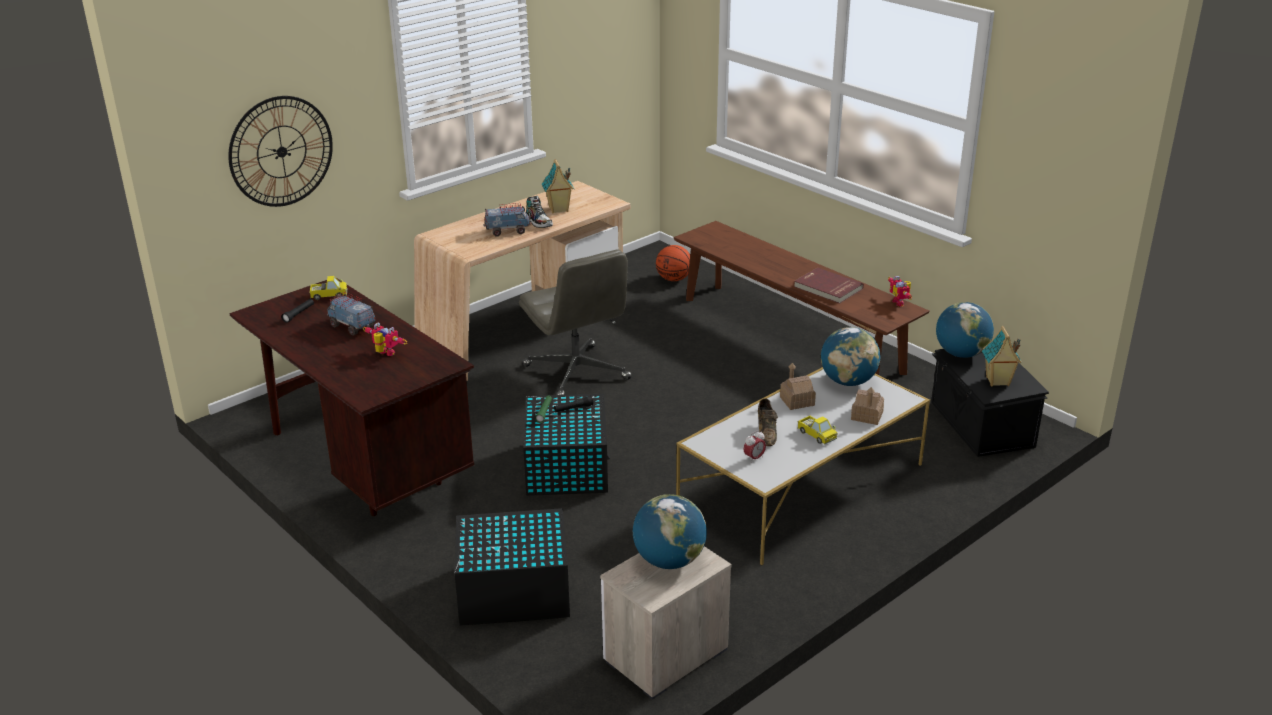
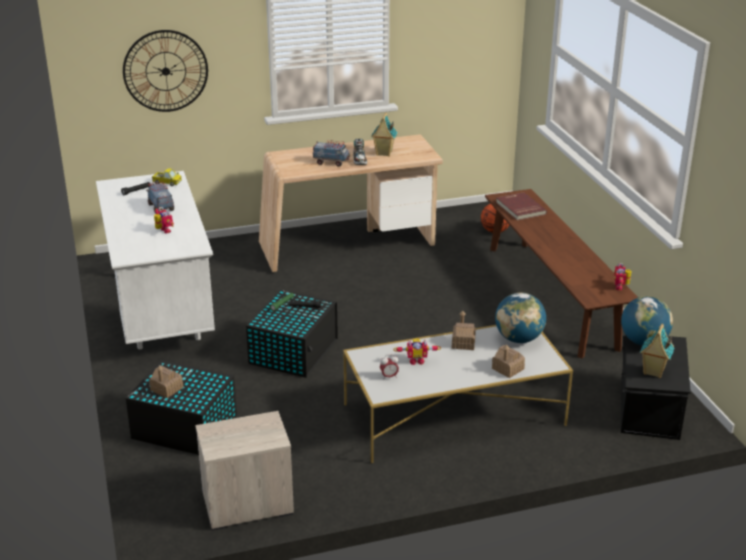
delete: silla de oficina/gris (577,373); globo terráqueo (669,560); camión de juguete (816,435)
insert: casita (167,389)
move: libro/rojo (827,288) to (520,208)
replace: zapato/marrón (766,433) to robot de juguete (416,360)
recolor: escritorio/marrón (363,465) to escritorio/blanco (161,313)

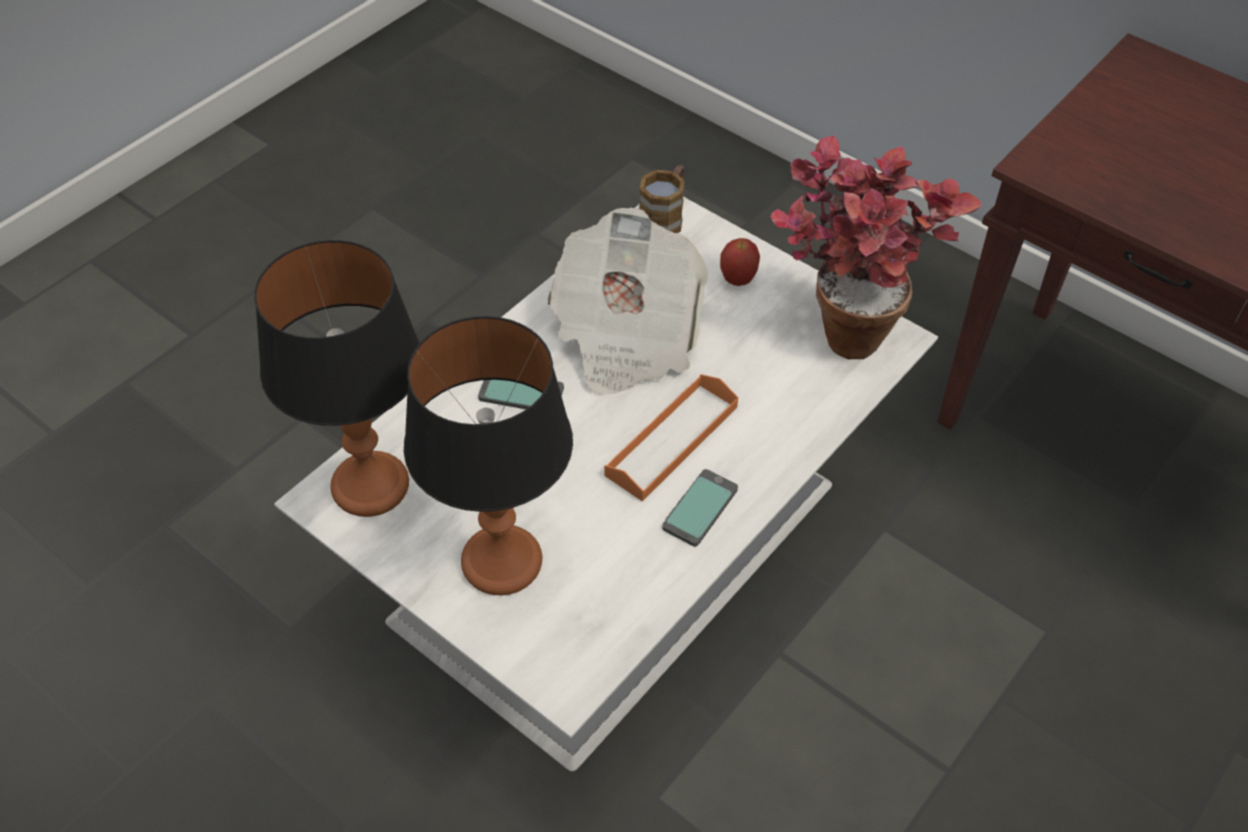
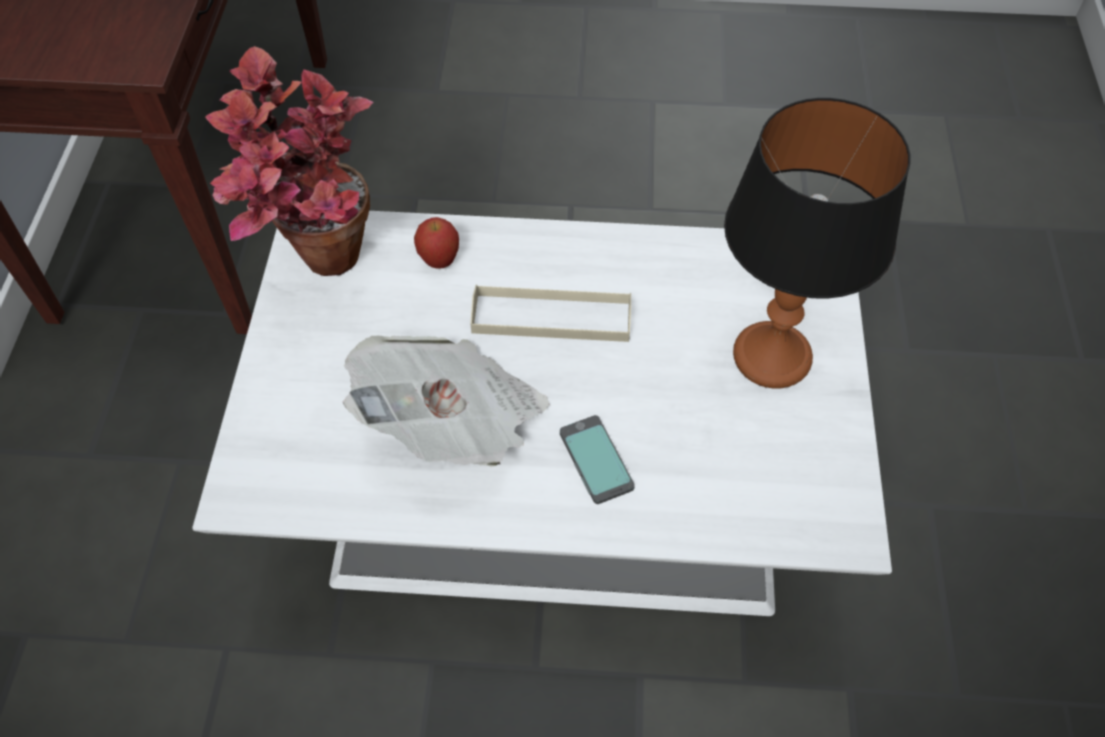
delete: lámpara de mesa (370,487); taza grande (665,217); móvil (699,508)
move: manzana (737,280) to (439,261)
recolor: bandeja/naranja (672,440) to bandeja/beis (551,317)

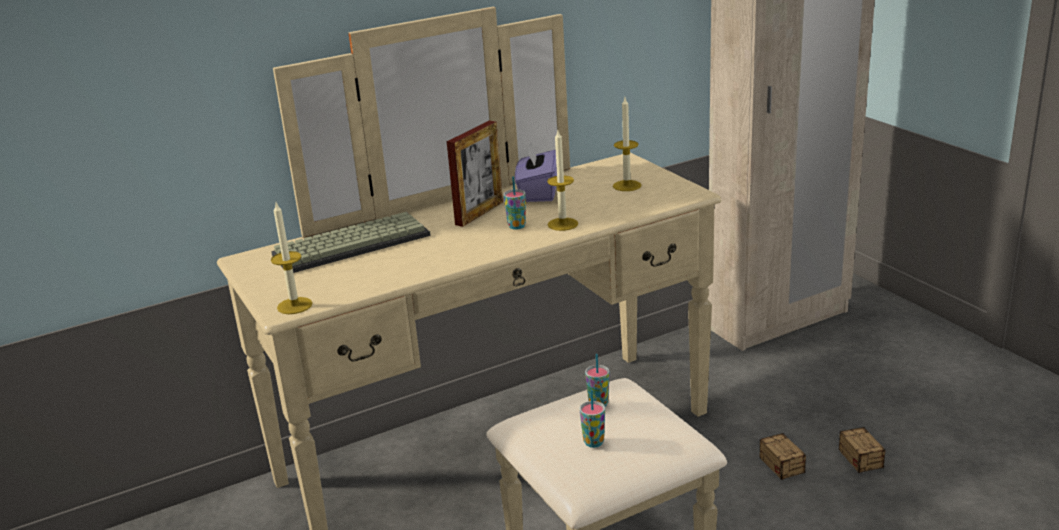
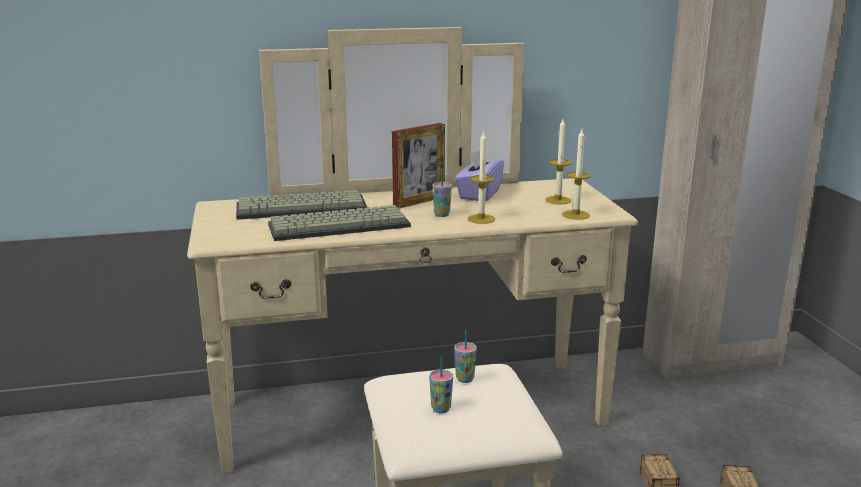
insert: teclado (340,225)
move: vela (294,306) to (576,215)

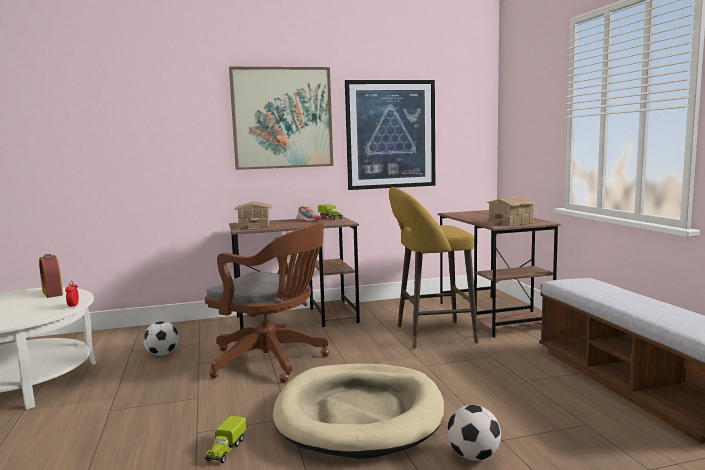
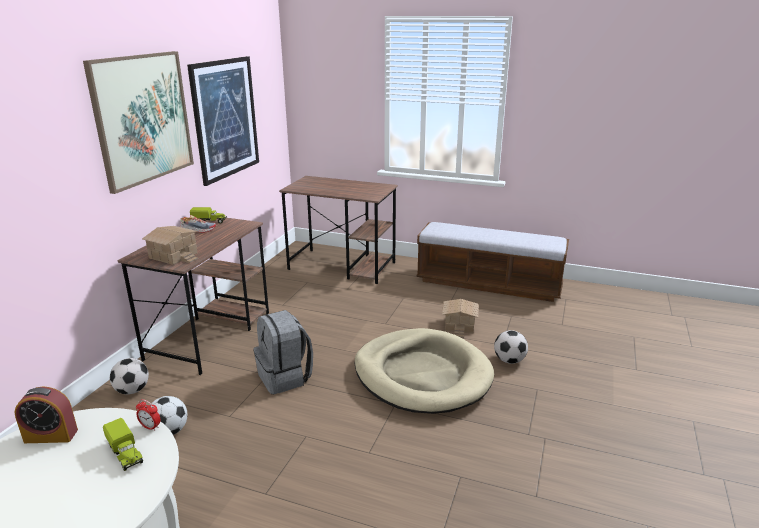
delete: taburete/amarillo (430,334)
insert: balón de fútbol (132,390)
move: camión de juguete (226,450) to (125,454); casita (511,223) to (460,325)
replace: silla de oficina/marrón (273,361) to mochila/gris (285,377)

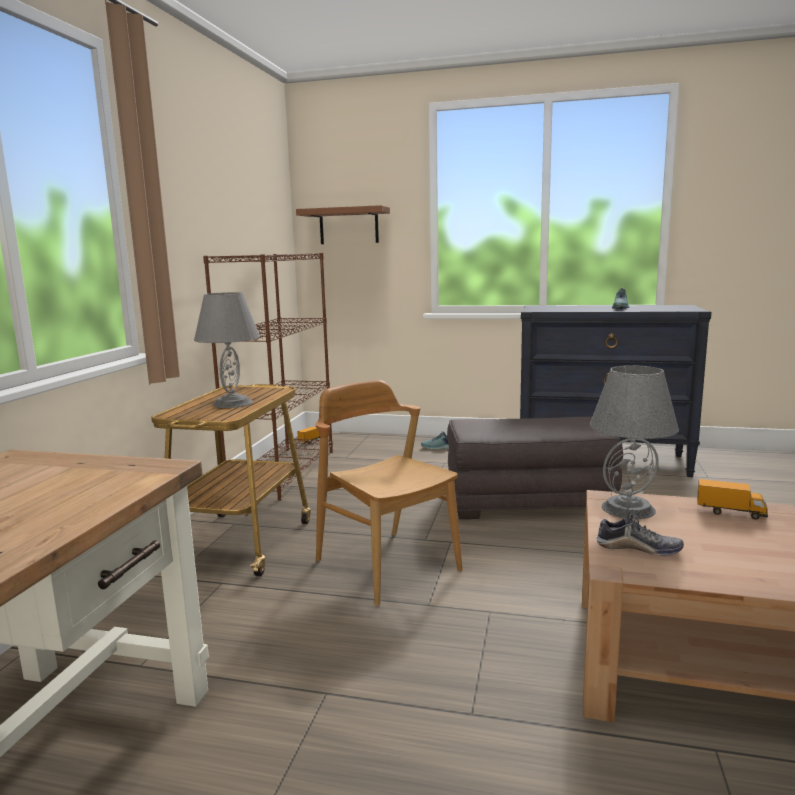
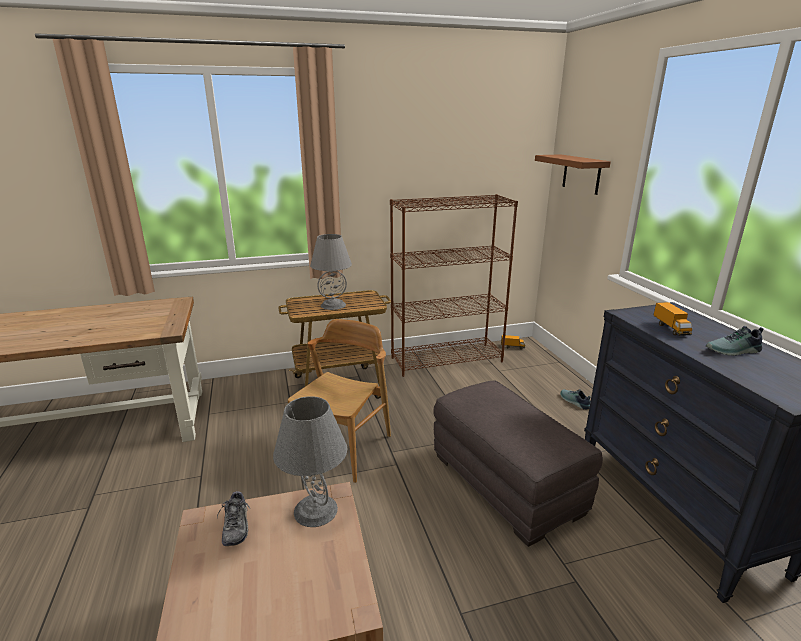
move: camión de juguete (730,513) to (670,328)

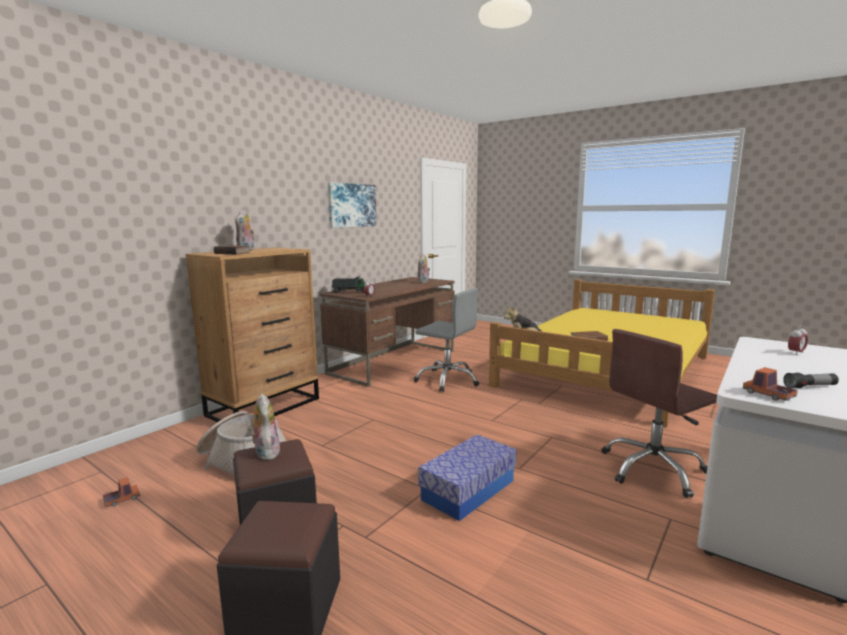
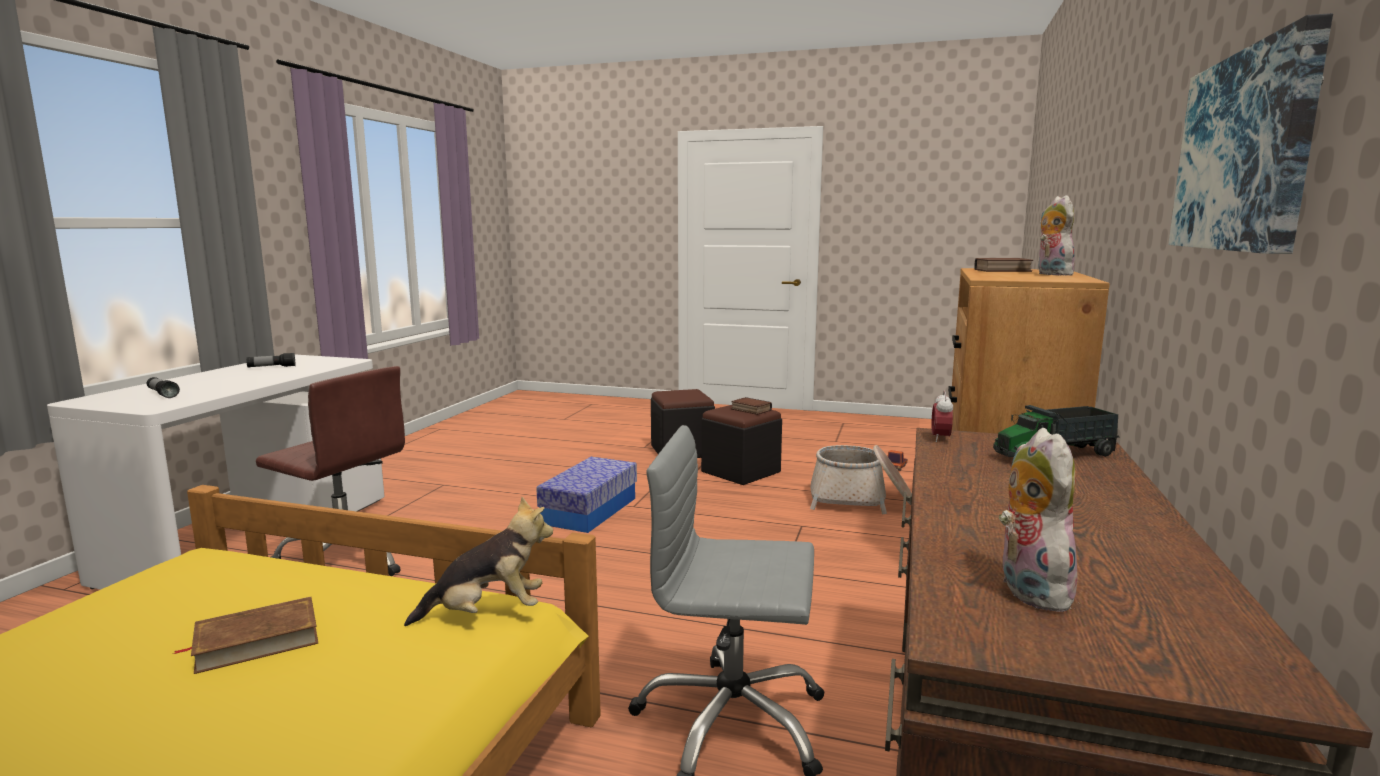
delete: camión de juguete (768,395)
replace: peluche (265,452) to libro (750,410); despertador (795,353) to linterna (162,394)
rotate: silla de oficina/marrón (653,469) = (346,560) 75 degrees clockwise

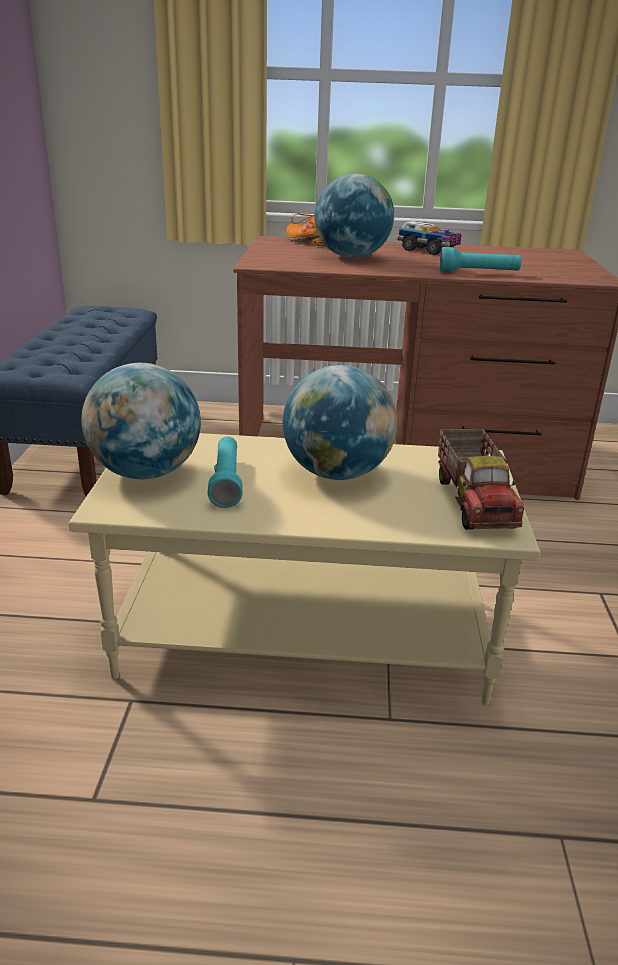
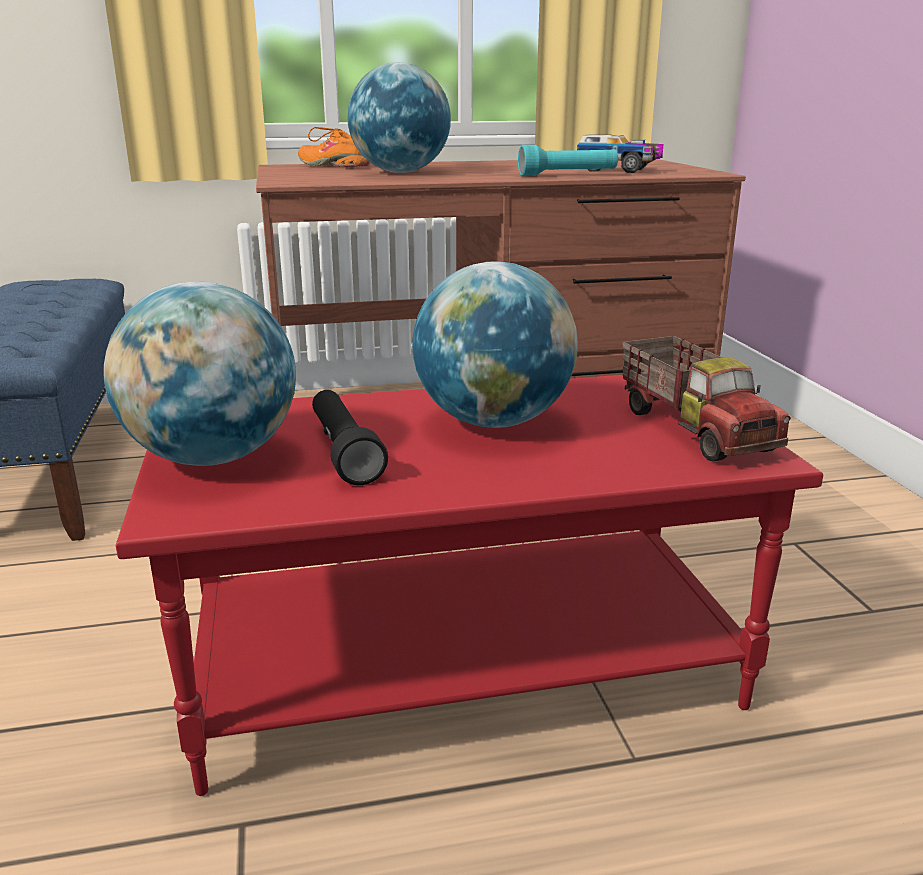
move: camión de juguete (428,250) to (617,170)
recolor: mesa de centro/beis (306,632) to mesa de centro/rojo (464,663); linterna/turquesa (226,481) to linterna/negro (344,452)

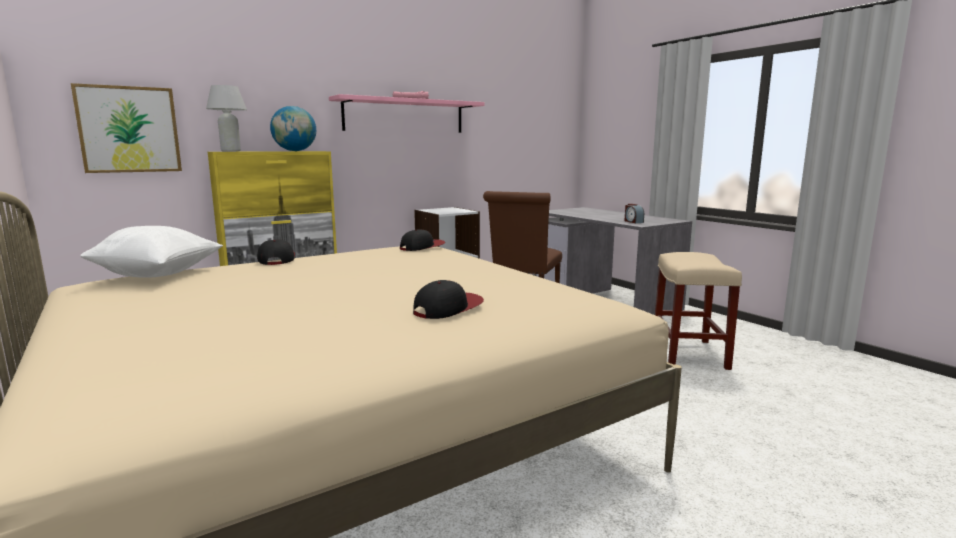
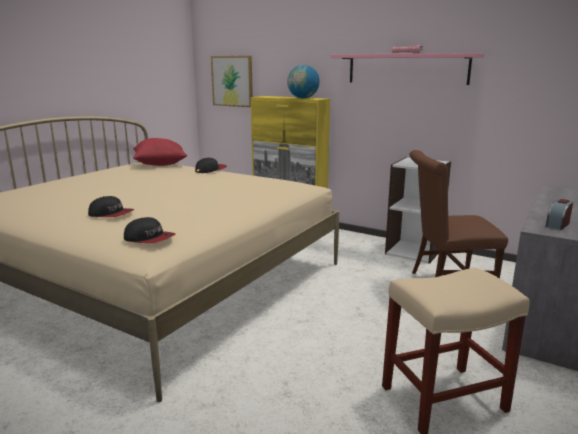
delete: lámpara de mesa/blanco (231,151)
move: gorra (422,247) to (149,238)
recolor: cojín/blanco (159,275) to cojín/rojo (159,165)

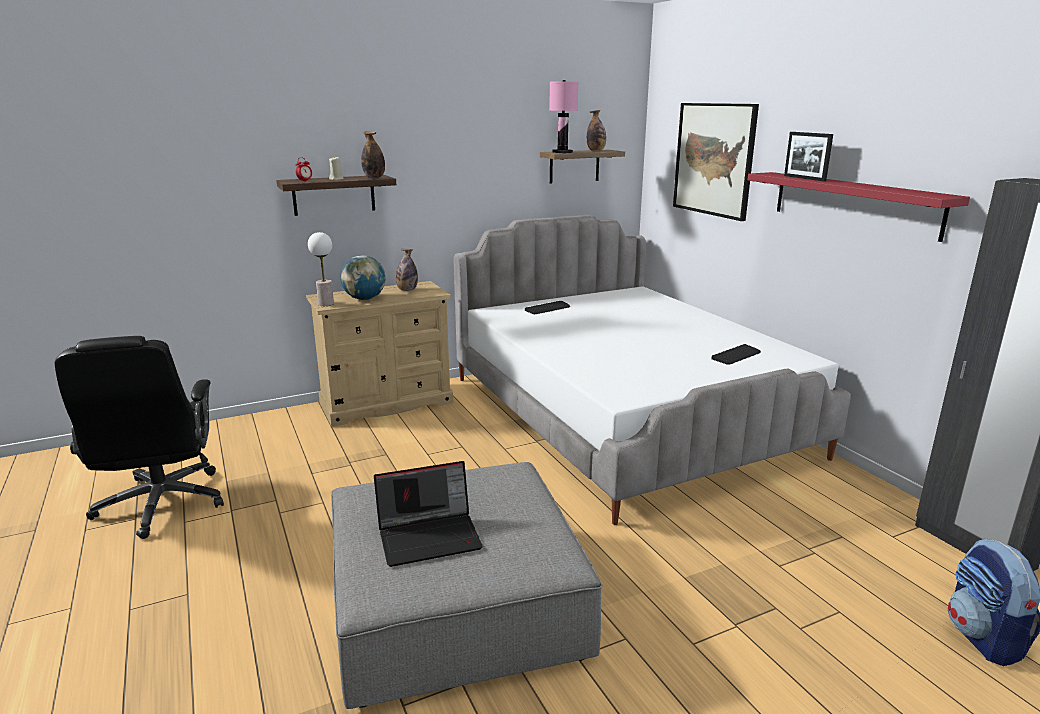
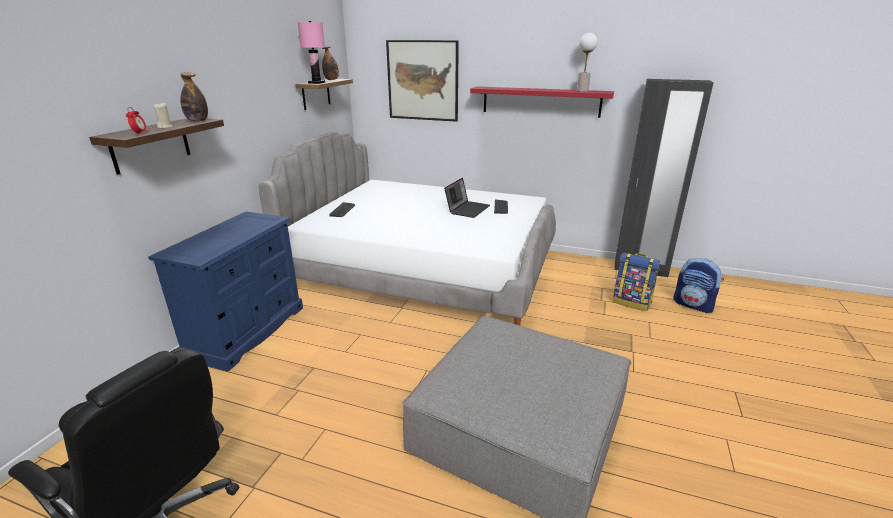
delete: globo terráqueo (364,299); botella (407,290); portarretratos (804,178)
insert: mochila (632,302)
move: lámpara de mesa (326,304) to (582,91); portátil (430,536) to (467,209)
recolor: cómoda/beis (386,403) to cómoda/azul (247,331)

